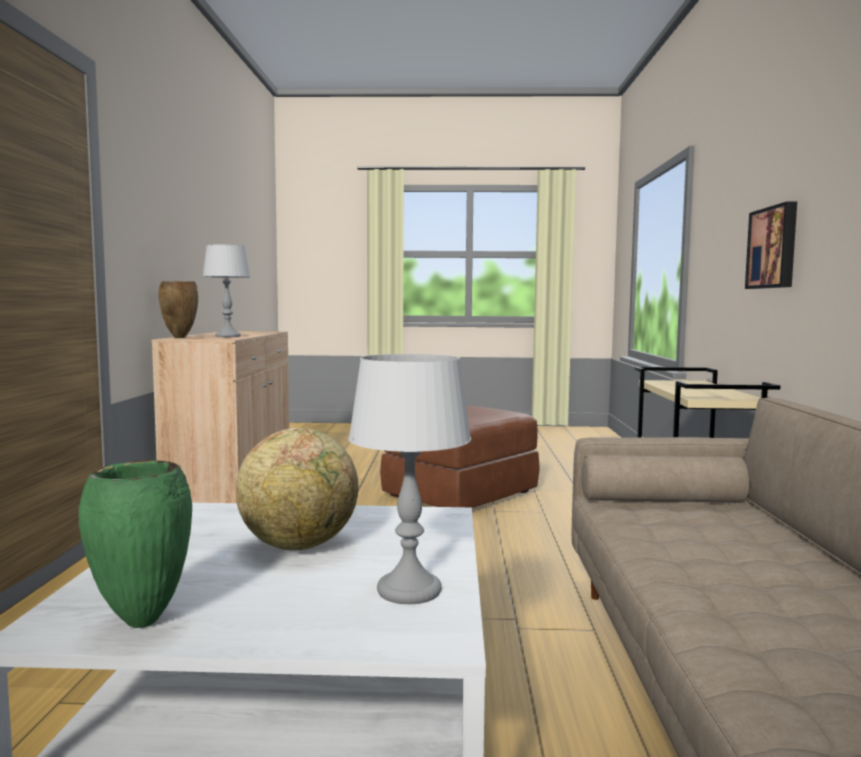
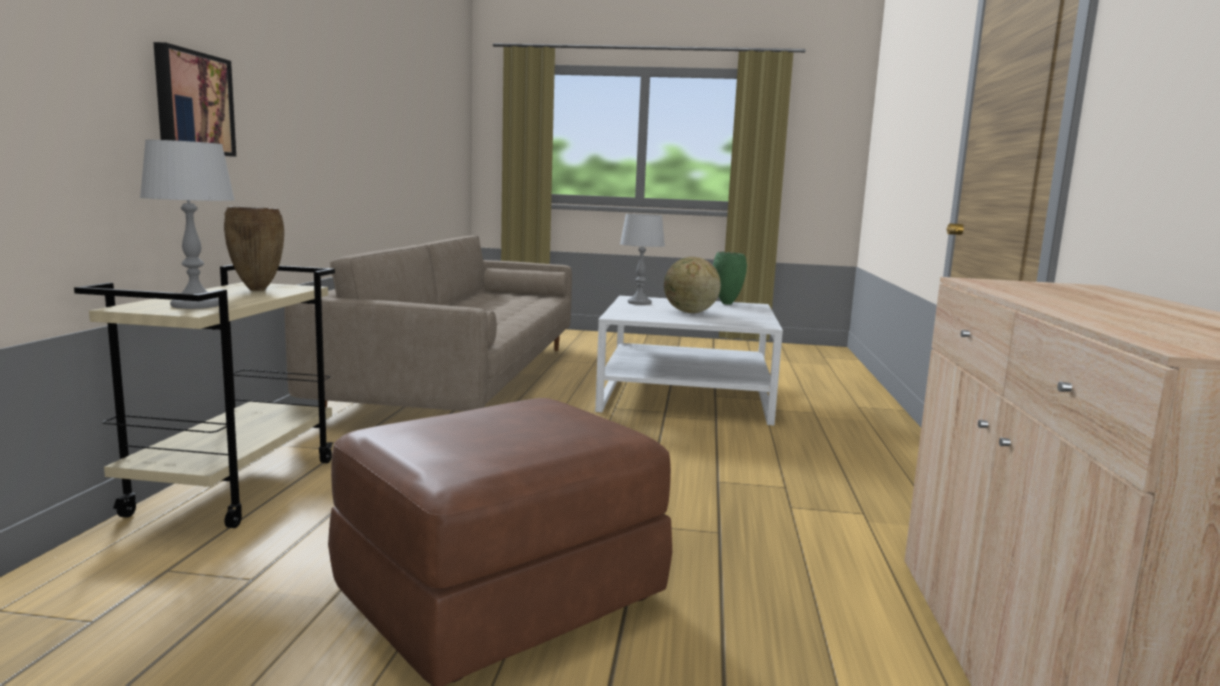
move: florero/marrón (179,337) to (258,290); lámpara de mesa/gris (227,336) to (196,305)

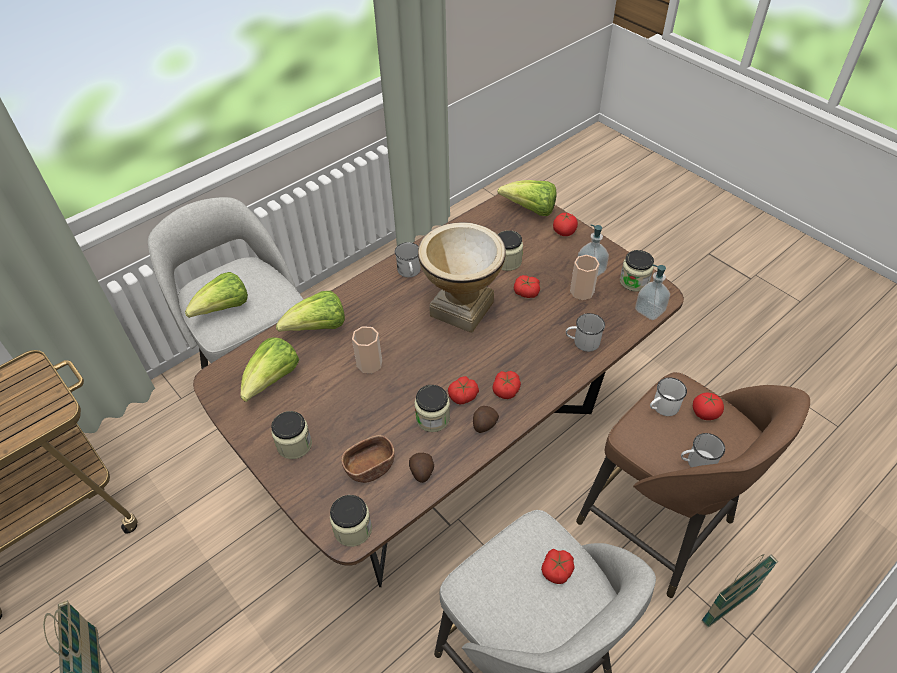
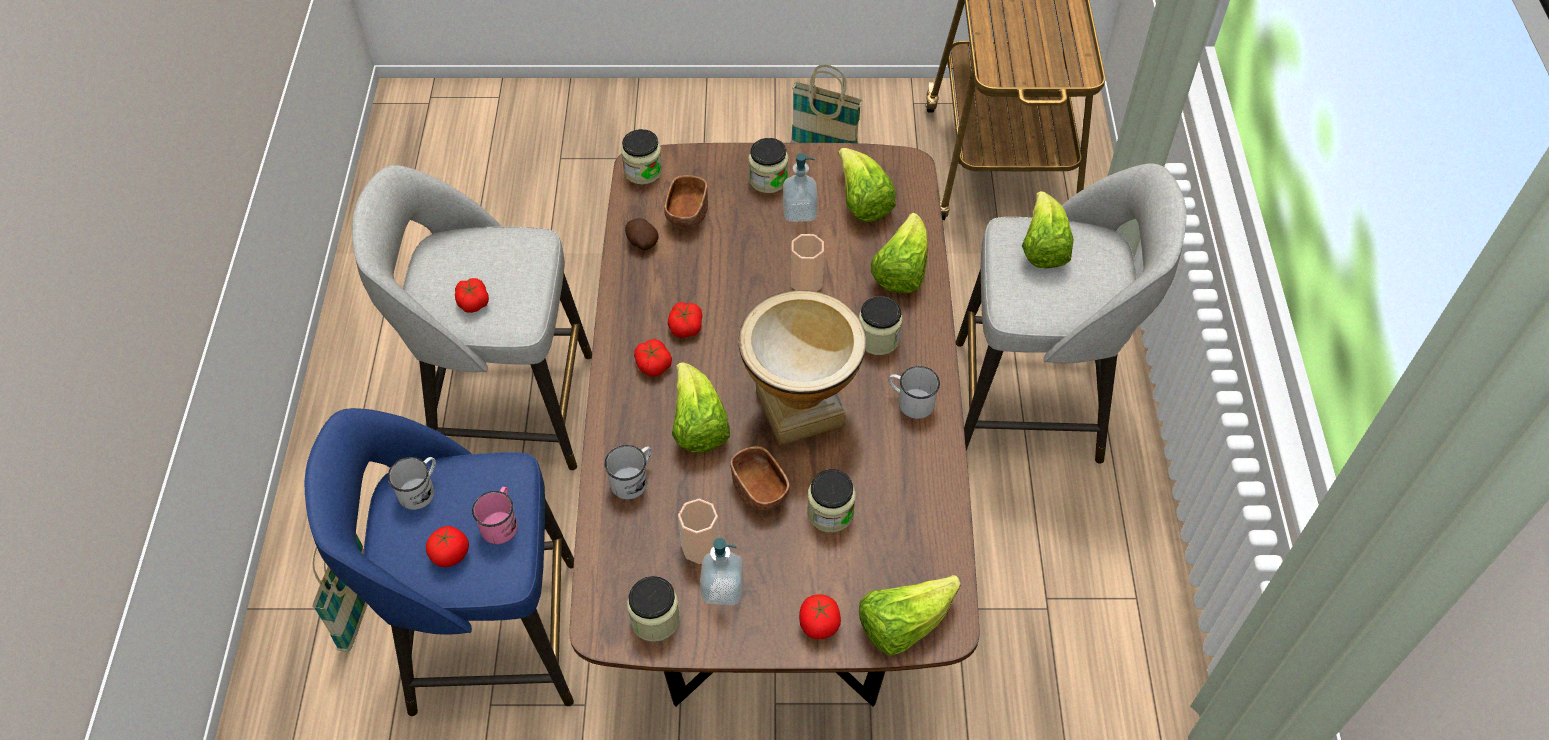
delete: patata (484,425)
insert: lechuga (697,426)
move: tarro (433,418) to (878,339); dispensador de jabón (649,310) to (799,212)
replace: tomate (526,292) to cuenco/marrón (759,489)
recolor: taburete/marrón (658,525) to taburete/azul (487,636); taza grande/blanco (662,407) to taza grande/rosa (501,522)

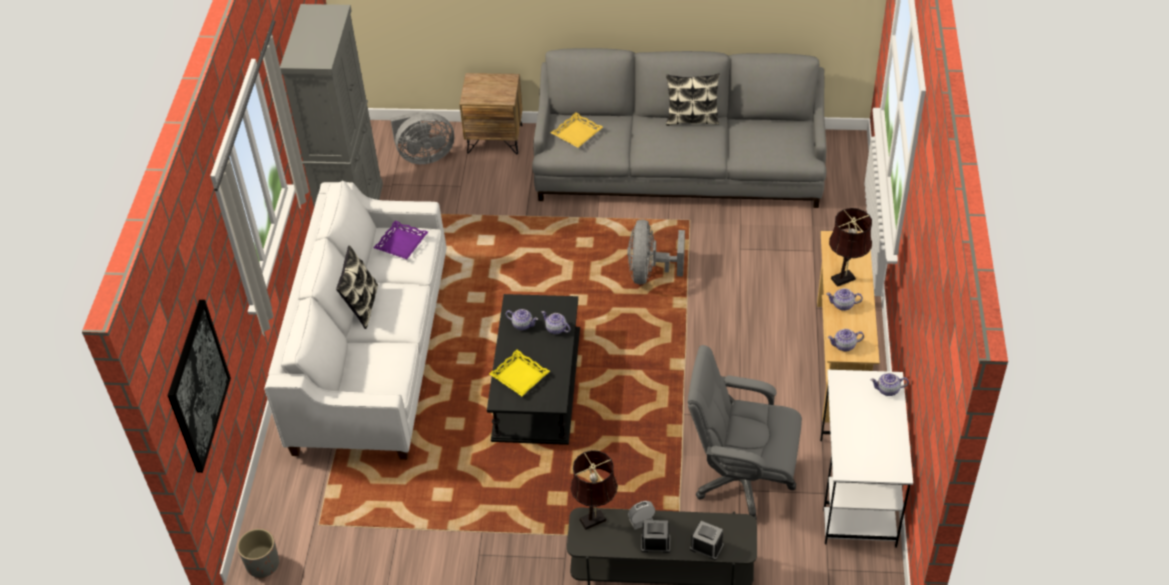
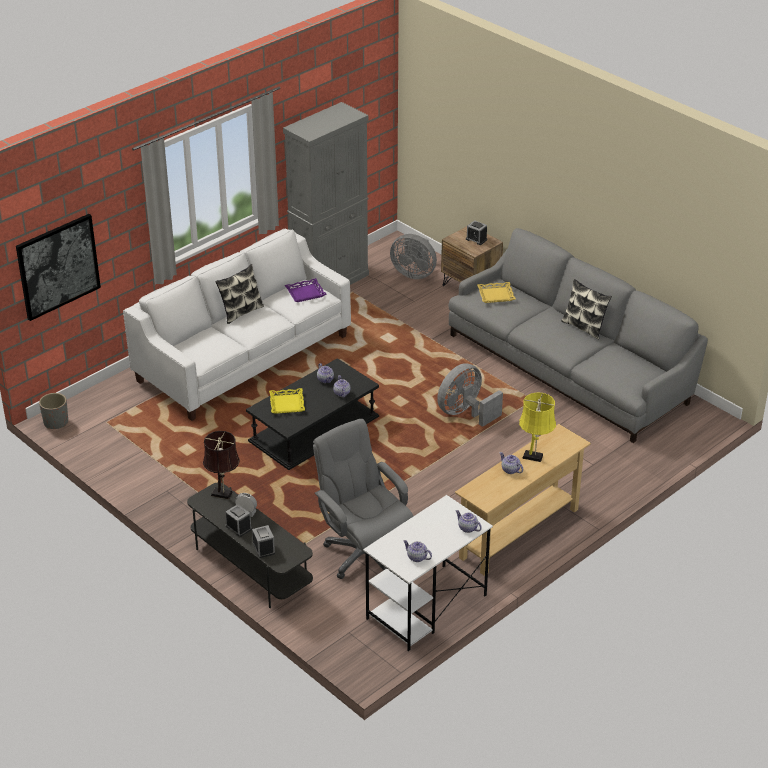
insert: despertador (476,239)
move: tetera (844,346) to (416,557)
recolor: lámpara de mesa/marrón (845,278) to lámpara de mesa/amarillo (534,457)

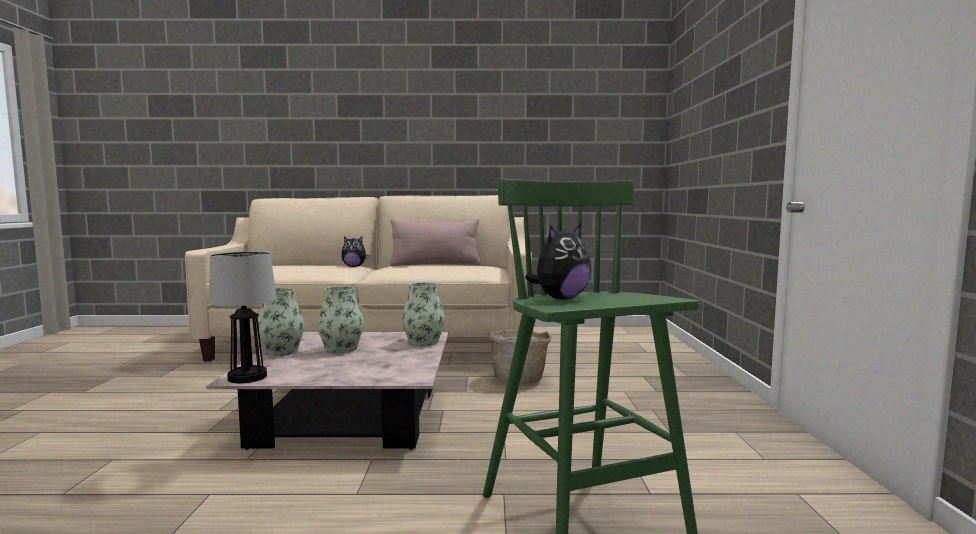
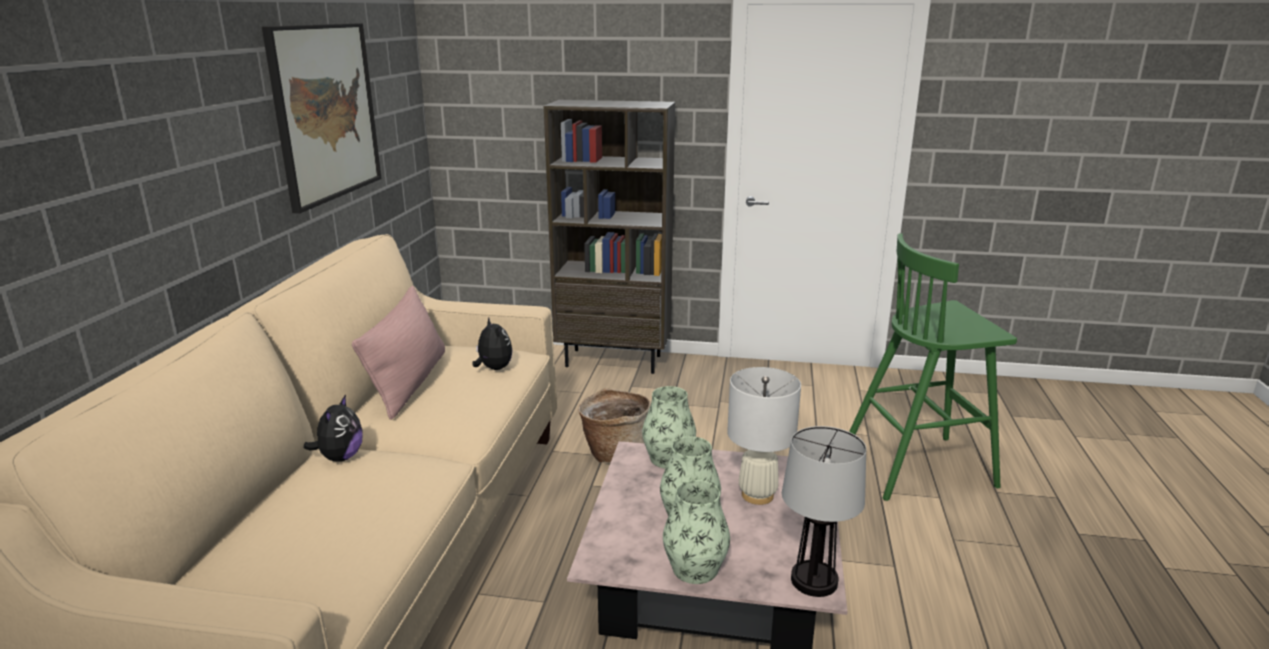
insert: cuadro (325,112); estantería/marrón (614,361); lámpara de mesa/blanco (757,495)
move: peluche (560,299) to (493,368)

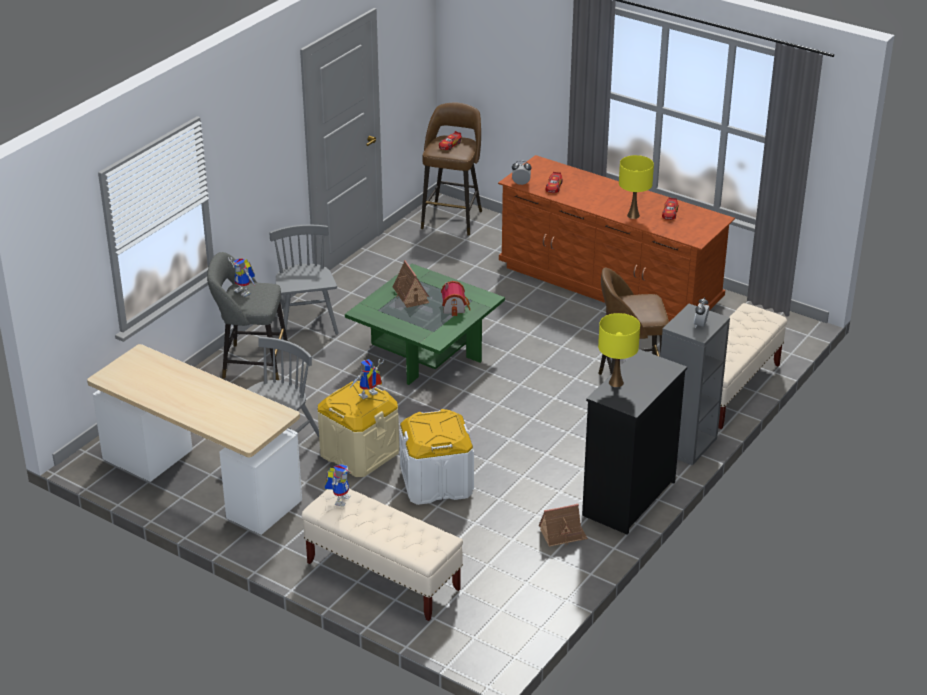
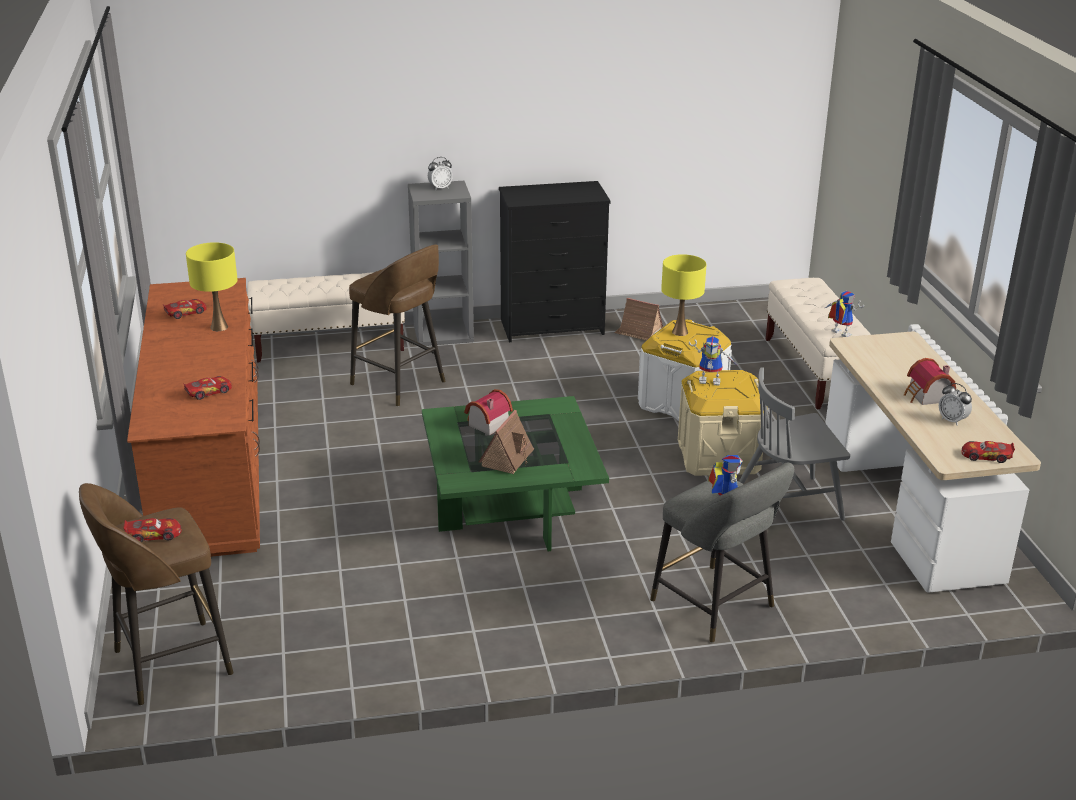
delete: silla/gris (306,321)
insert: casita (926,397); coche de juguete (986,456)
move: despertador (521,183) to (952,420); lámpara de mesa/amarillo (616,383) to (680,332)
rotate: robot de juguete (340,498) = (838,334) 75 degrees clockwise

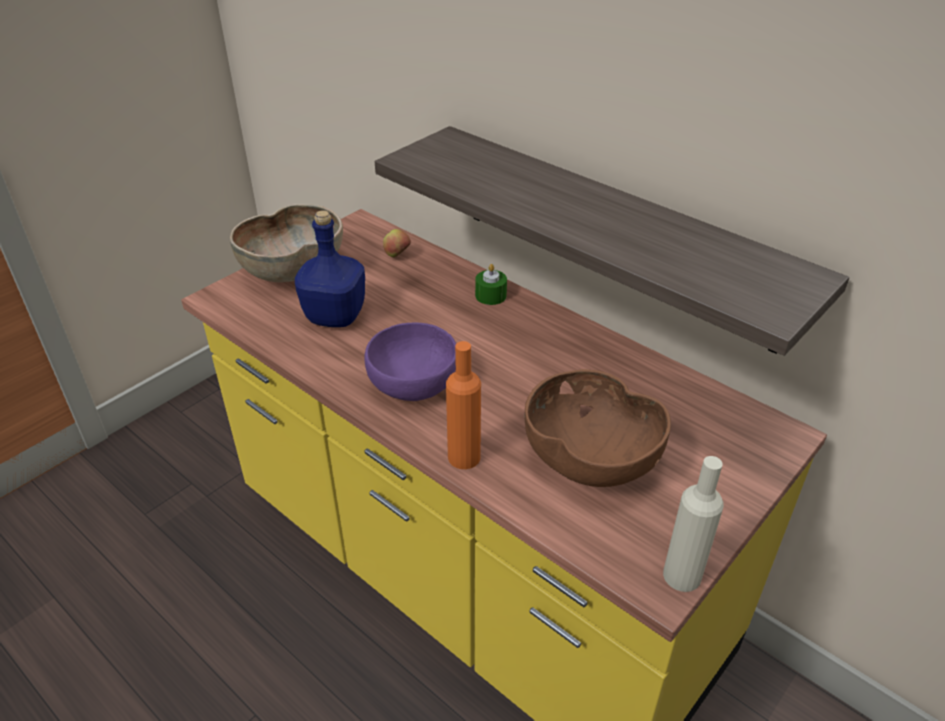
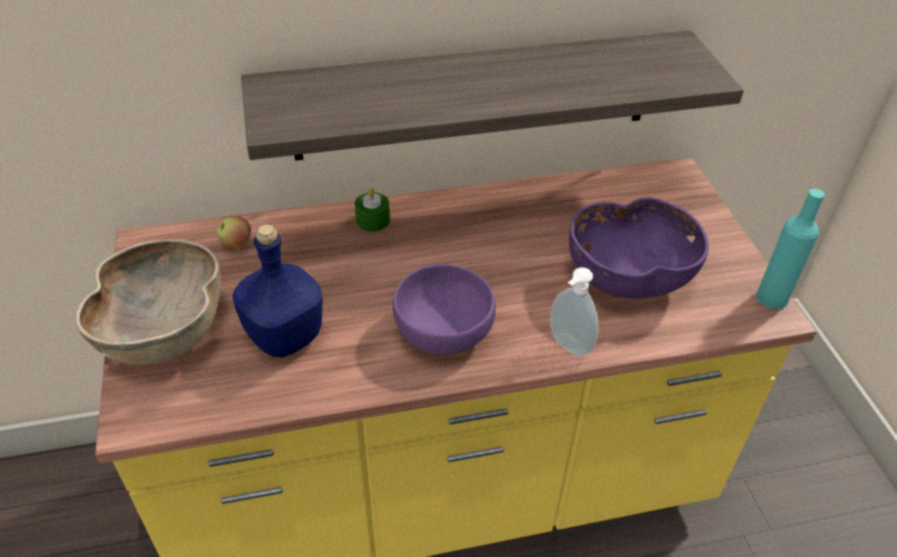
replace: botella/naranja (464,457) to dispensador de jabón (567,346)
recolor: cuenco/marrón (589,460) to cuenco/morado (628,278); botella/beis (682,575) to botella/turquesa (772,298)

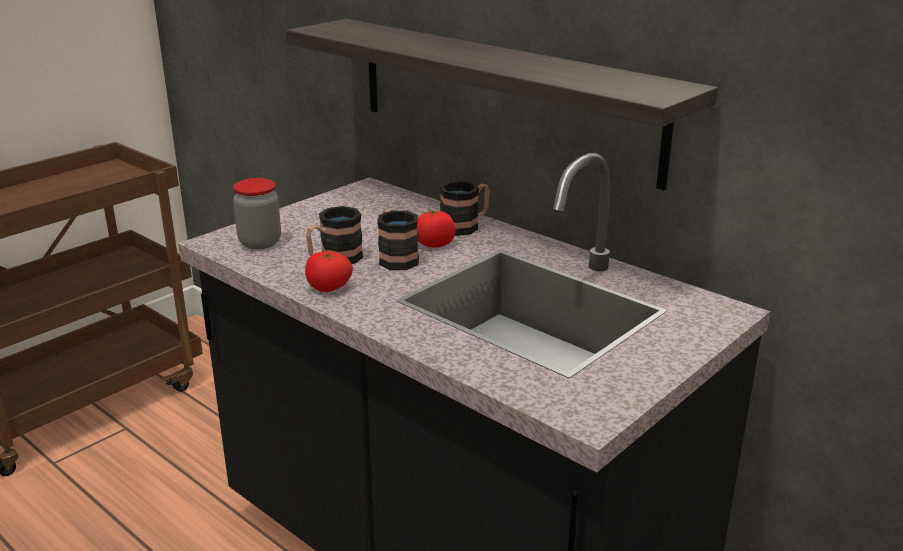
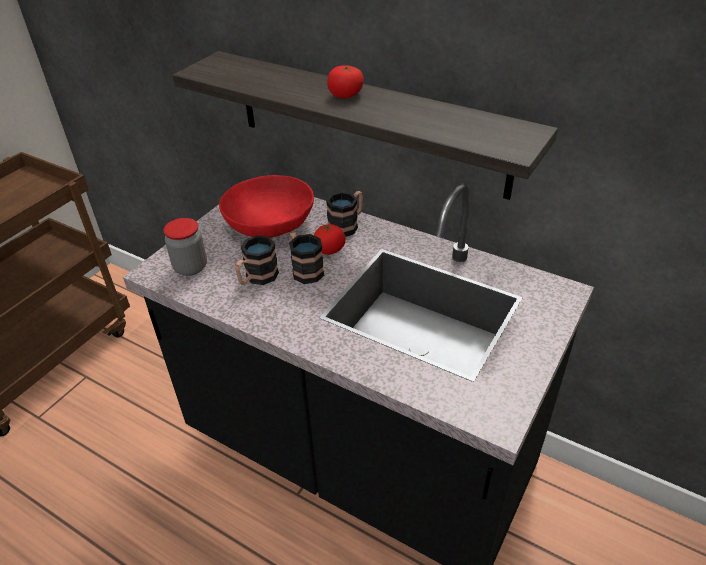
insert: cuenco/rojo (270,223)
move: tomate (329,288) to (346,95)

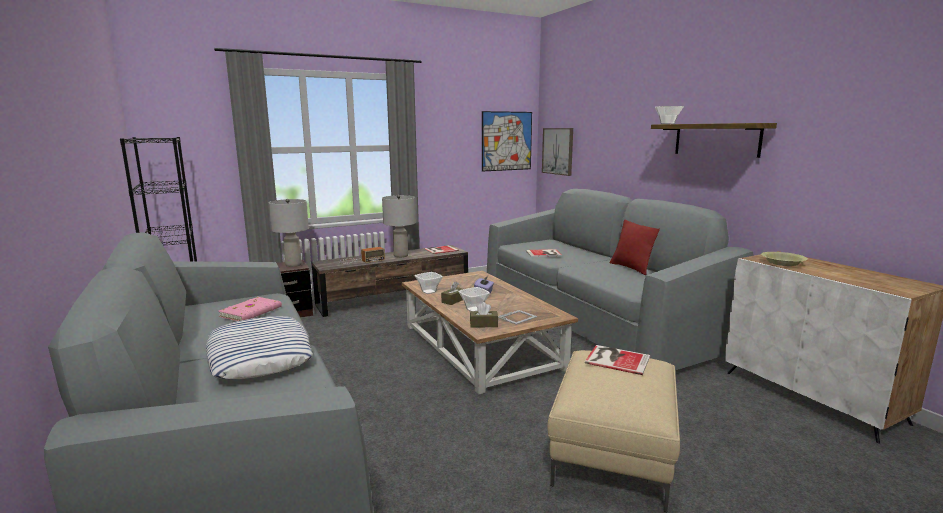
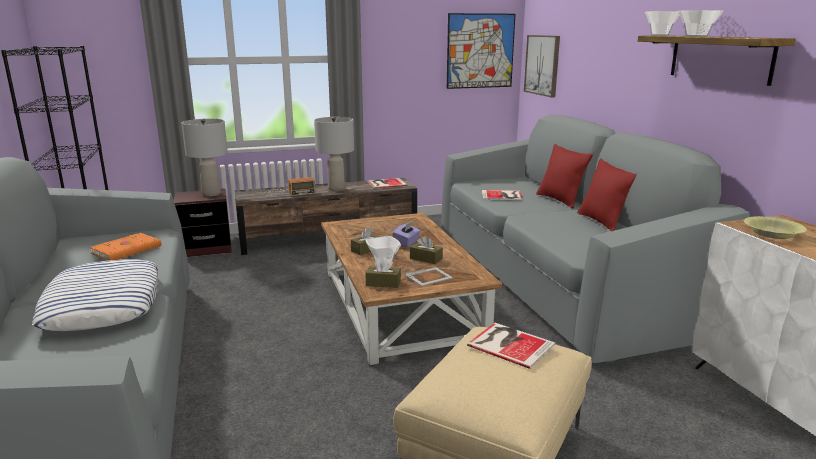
insert: caja de pañuelos/marrón (426,259); cojín/rojo (560,200)
move: cuenco (429,291) to (696,36)
recolor: libro/rosa (252,312) to libro/naranja (127,250)

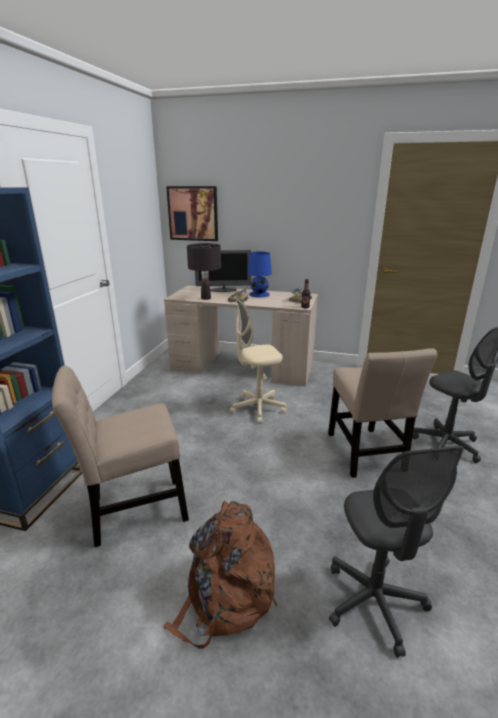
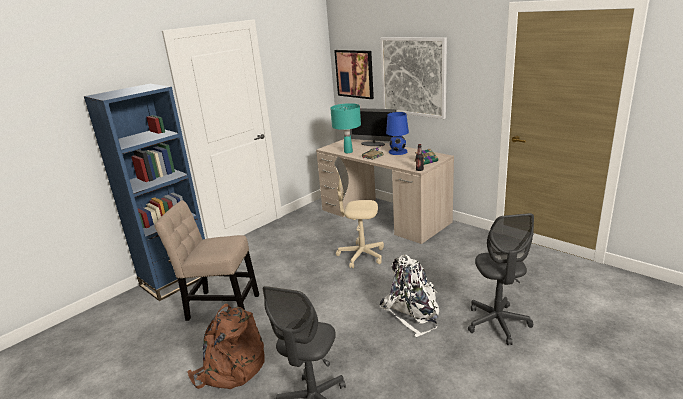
insert: cuadro (413,76)
replace: silla/beis (366,454) to mochila/blanco (413,312)
recolor: lámpara de mesa/negro (206,298) to lámpara de mesa/turquesa (348,152)

